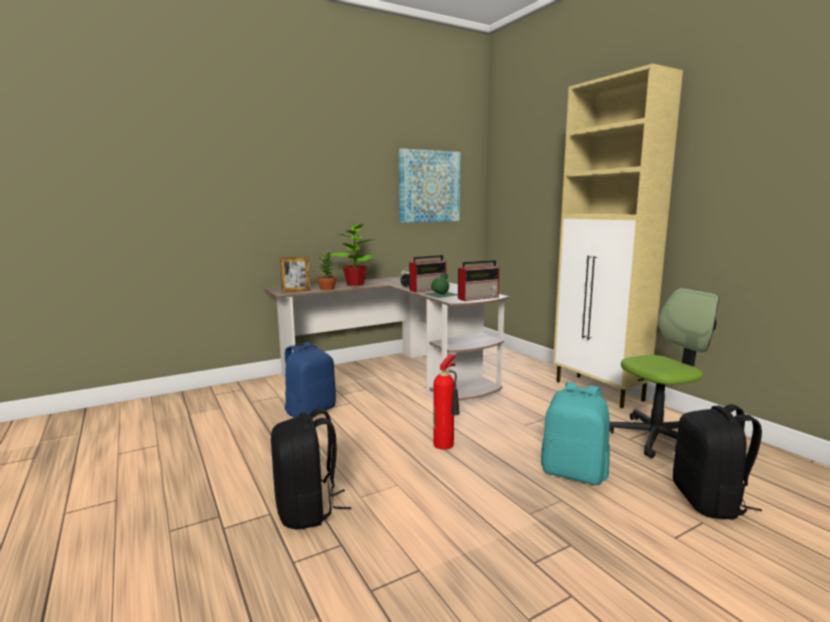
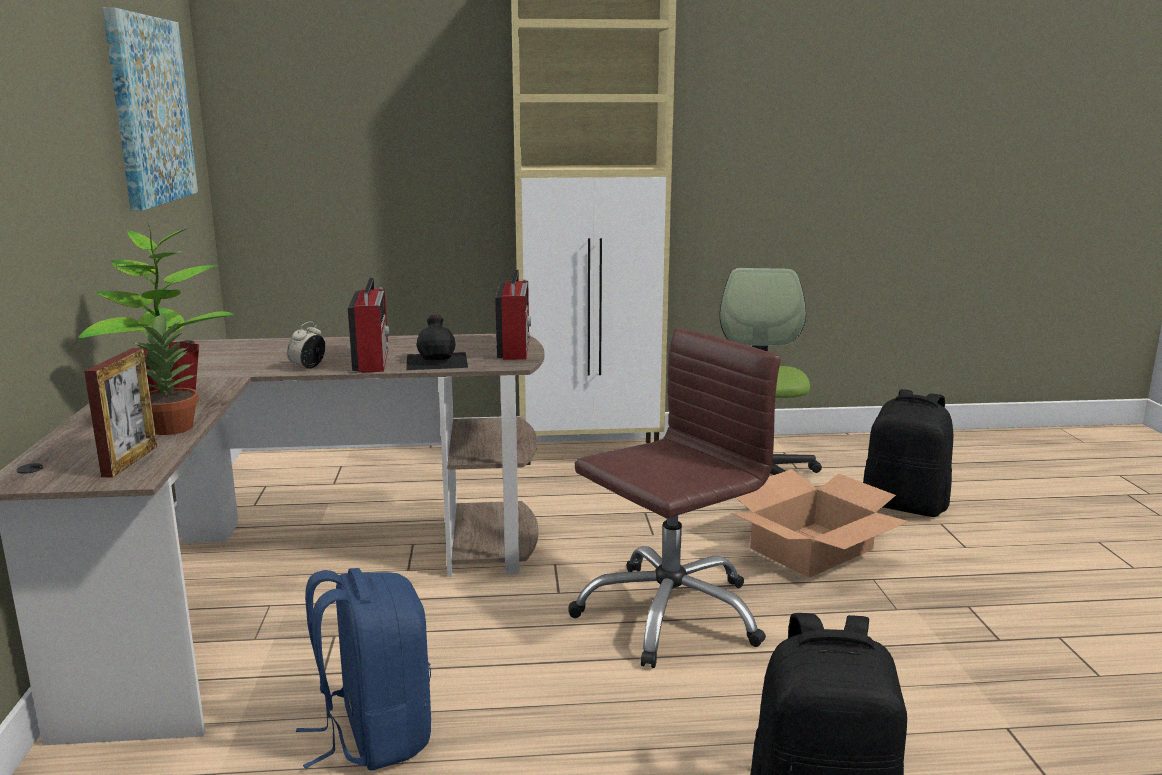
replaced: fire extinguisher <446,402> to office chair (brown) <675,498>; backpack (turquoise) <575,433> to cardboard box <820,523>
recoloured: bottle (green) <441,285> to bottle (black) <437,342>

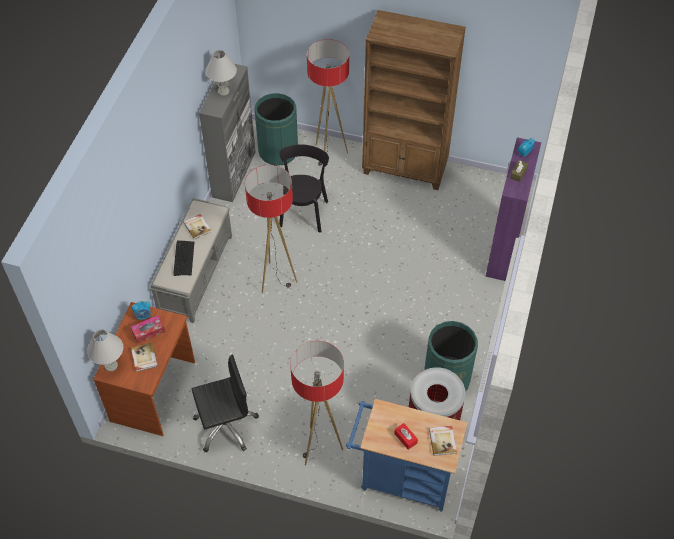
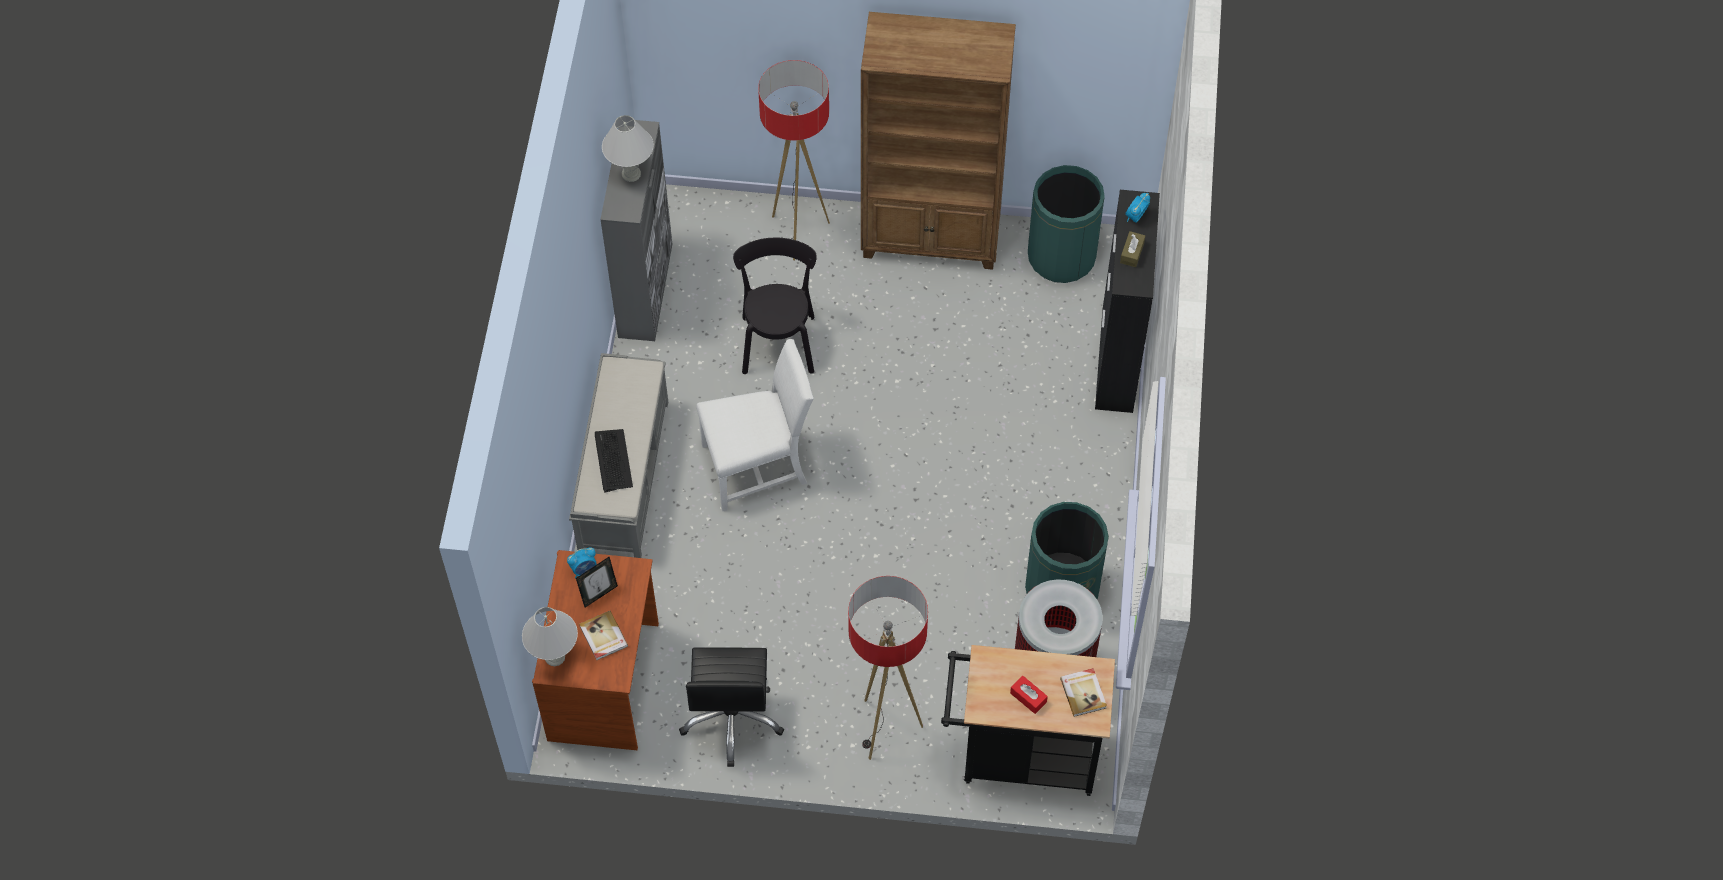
removed: book <197,227>
moved: trash can (green) <276,129> to <1066,224>
replaced: tissue box <148,329> to picture frame <597,582>; floor lamp <271,229> to chair (white) <755,425>
recoloured: cart (blue) <406,455> to cart (black) <1028,720>; cabinet (purple) <513,209> to cabinet (black) <1127,301>
turned: office chair (black) <225,404> = <731,707> 120 degrees clockwise

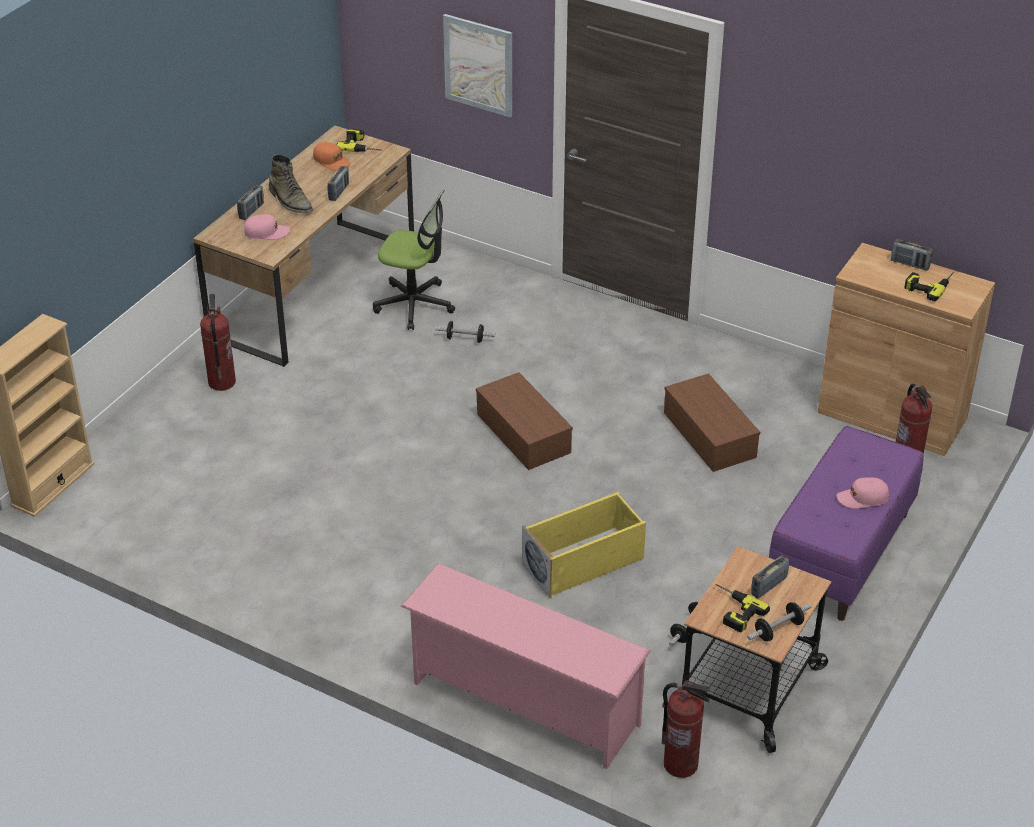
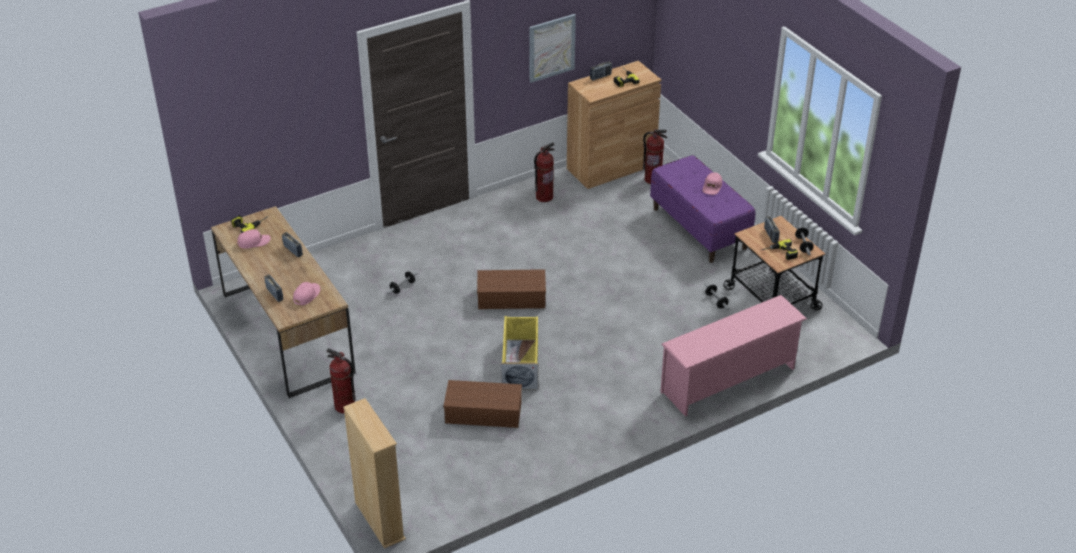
removed: boot (green) <291,183>; office chair <414,259>
moved: picture <477,66> to <552,48>; storage box (yellow) <584,545> to <519,353>; fire extinguisher <686,729> to <544,172>; storage box (brown) <712,422> to <482,404>
recoloured: cap (orange) <332,156> to cap (pink) <254,239>

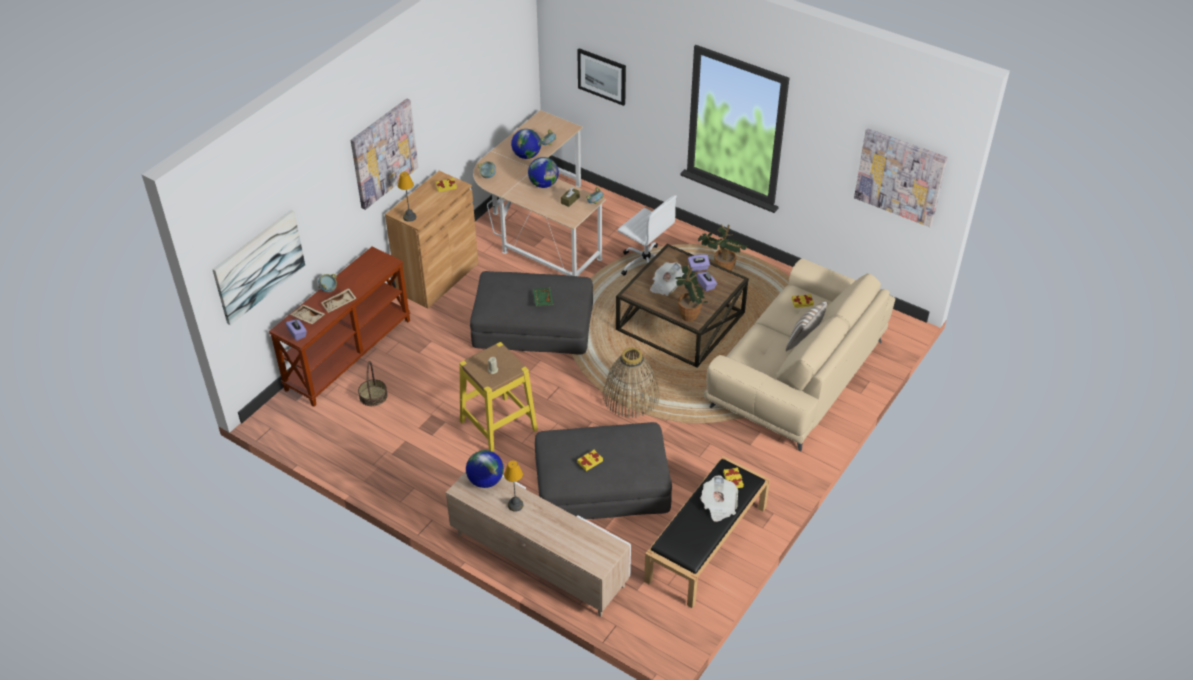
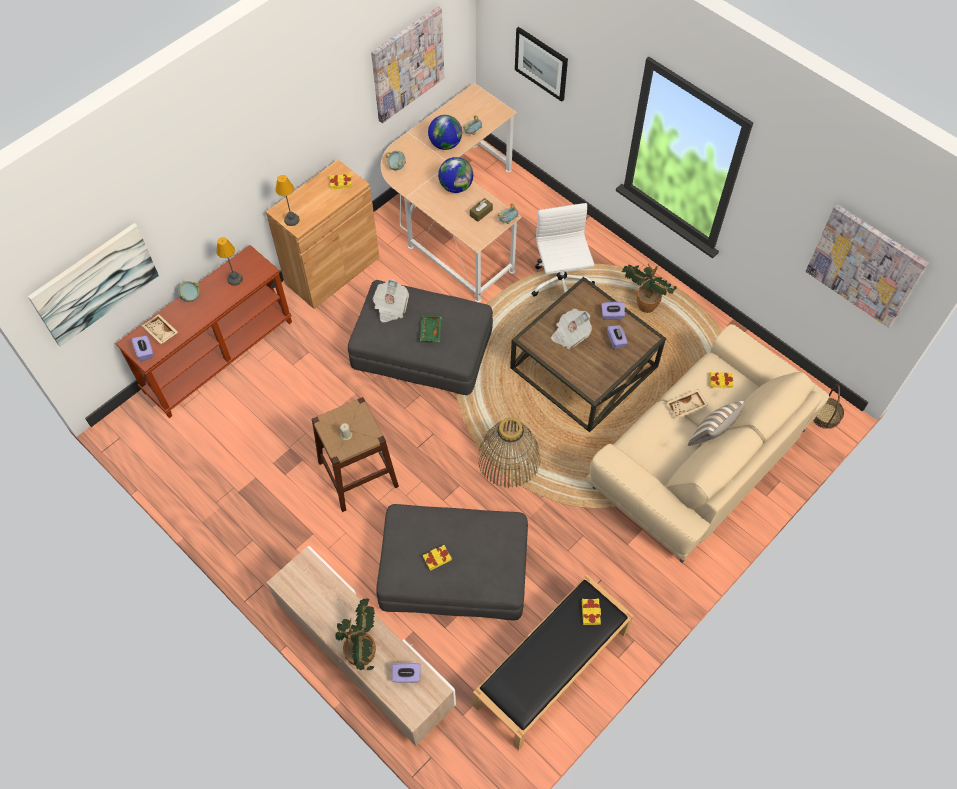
removed: globe <485,469>
added: tissue box (purple) <406,673>
moved: tray (beige) <339,300> to <687,404>; picture <384,154> to <407,64>; basket <373,383> to <828,406>; table lamp <514,486> to <229,261>; potted plant <692,292> to <356,634>; newspaper <719,498> to <391,300>
recoloured: stool (yellow) <498,397> to stool (brown) <355,454>
turned: office chair (white) <647,235> = <563,250> 150 degrees counterclockwise

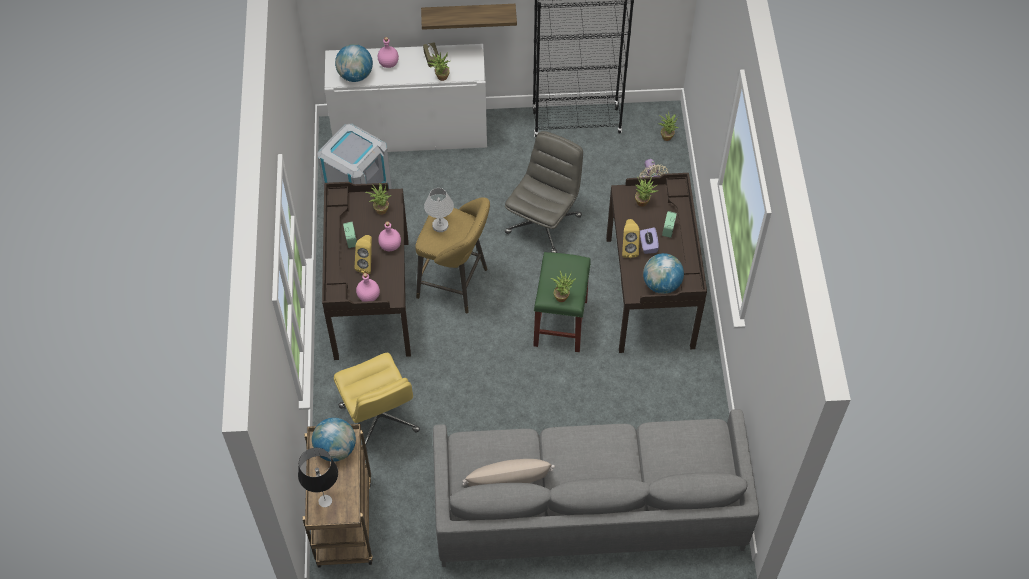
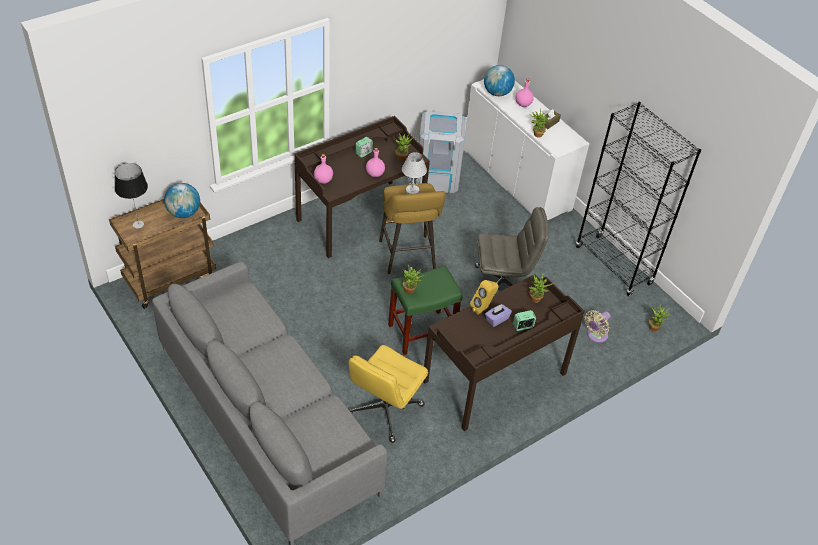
removed: speaker (yellow) <363,254>; shelf <469,17>; pillow (beige) <508,473>; globe <663,273>
moved: office chair (yellow) <377,401> to <388,394>

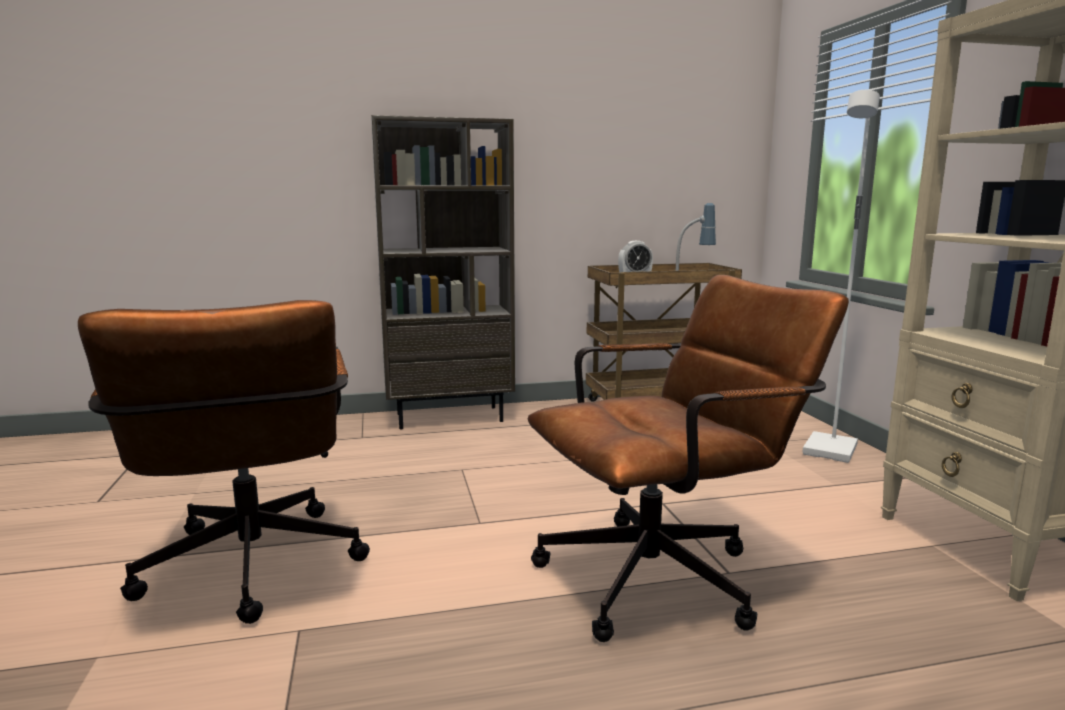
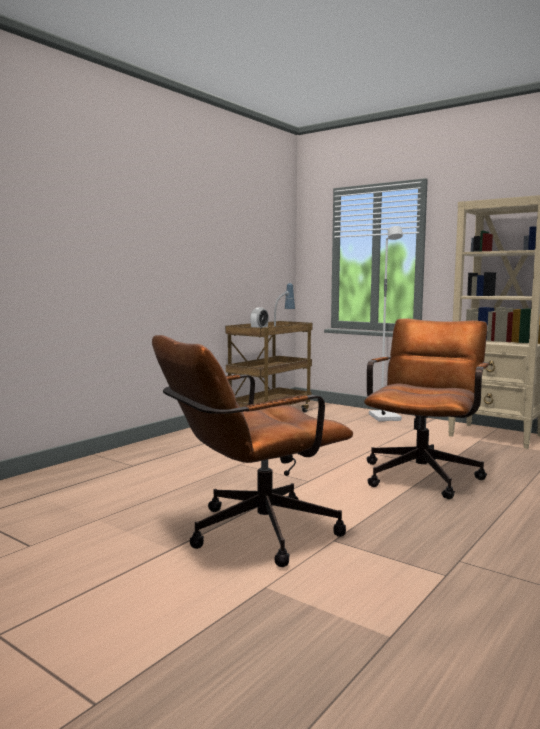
removed: bookcase (brown) <443,272>
turned: office chair (brown) <224,462> = <252,451> 120 degrees clockwise

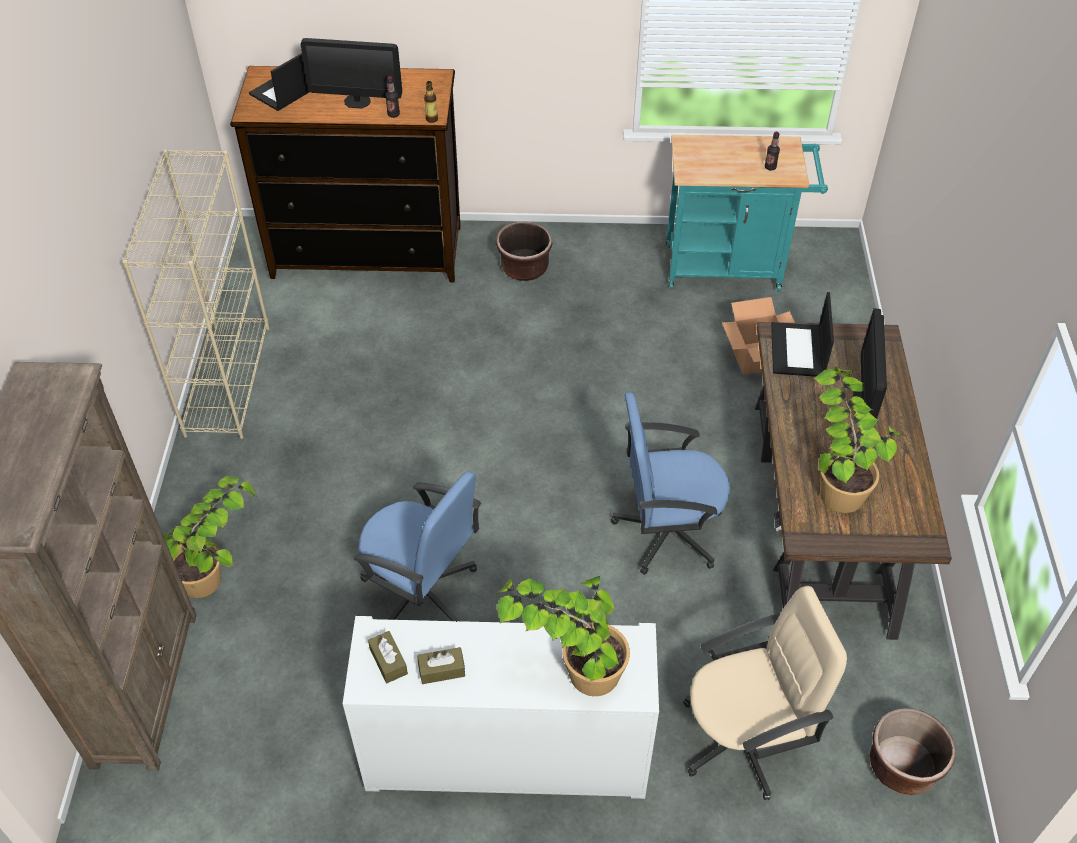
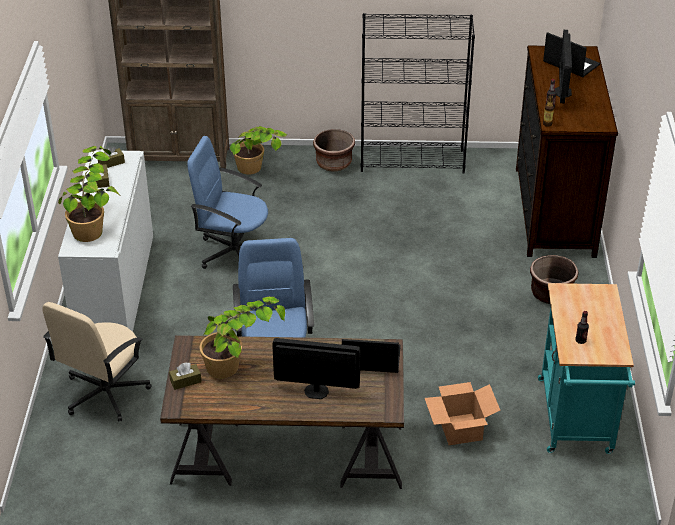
added: tissue box (brown) <185,376>
moved: planter (brown) <913,751> to <334,150>
recoloured: bookcase (beige) <195,294> to bookcase (black) <418,93>
turned: office chair (blue) <417,546> = <227,202> 75 degrees clockwise; office chair (beige) <765,693> = <96,361> 45 degrees clockwise

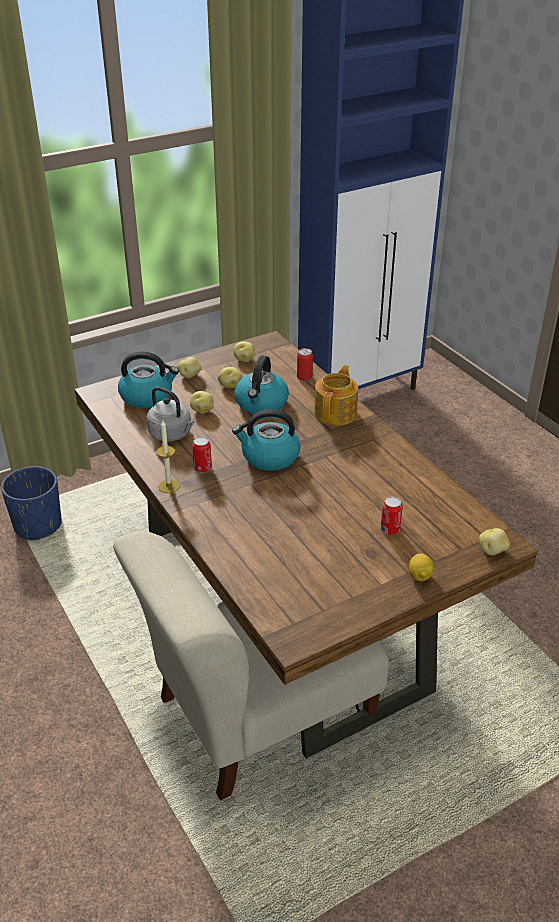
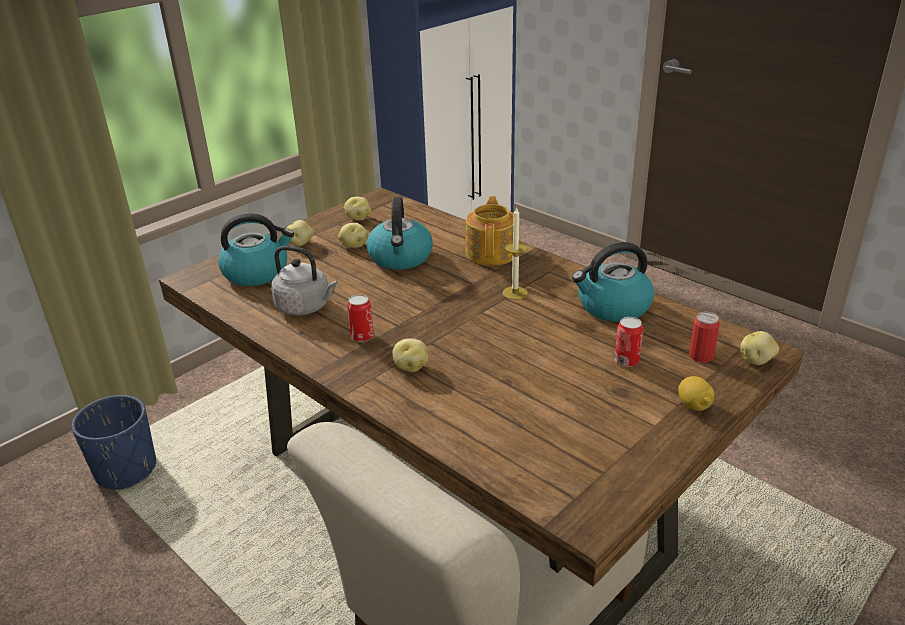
moved: candle <168,456> to <515,253>; potato <202,402> to <410,355>; kettle <266,440> to <613,282>; can <305,364> to <704,337>

